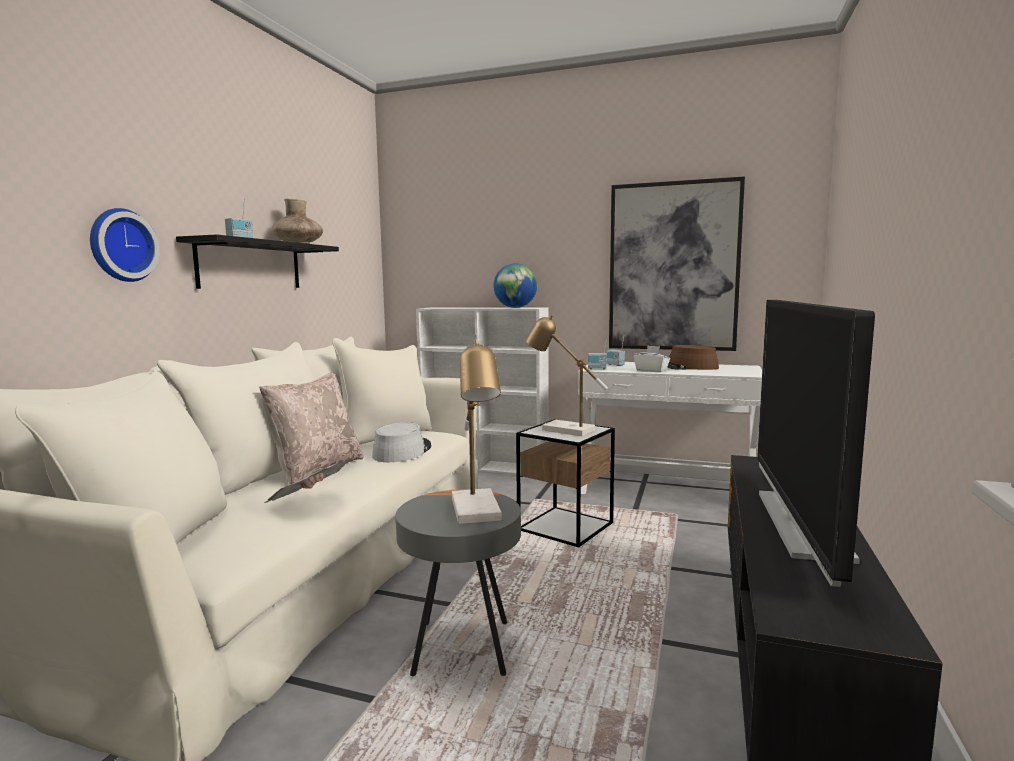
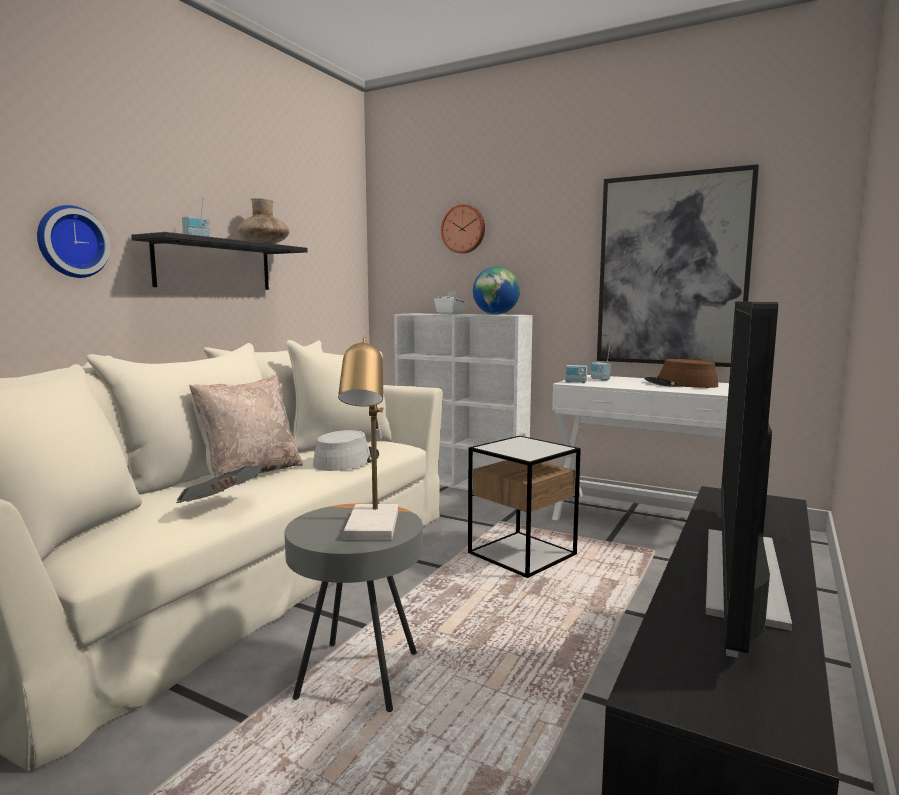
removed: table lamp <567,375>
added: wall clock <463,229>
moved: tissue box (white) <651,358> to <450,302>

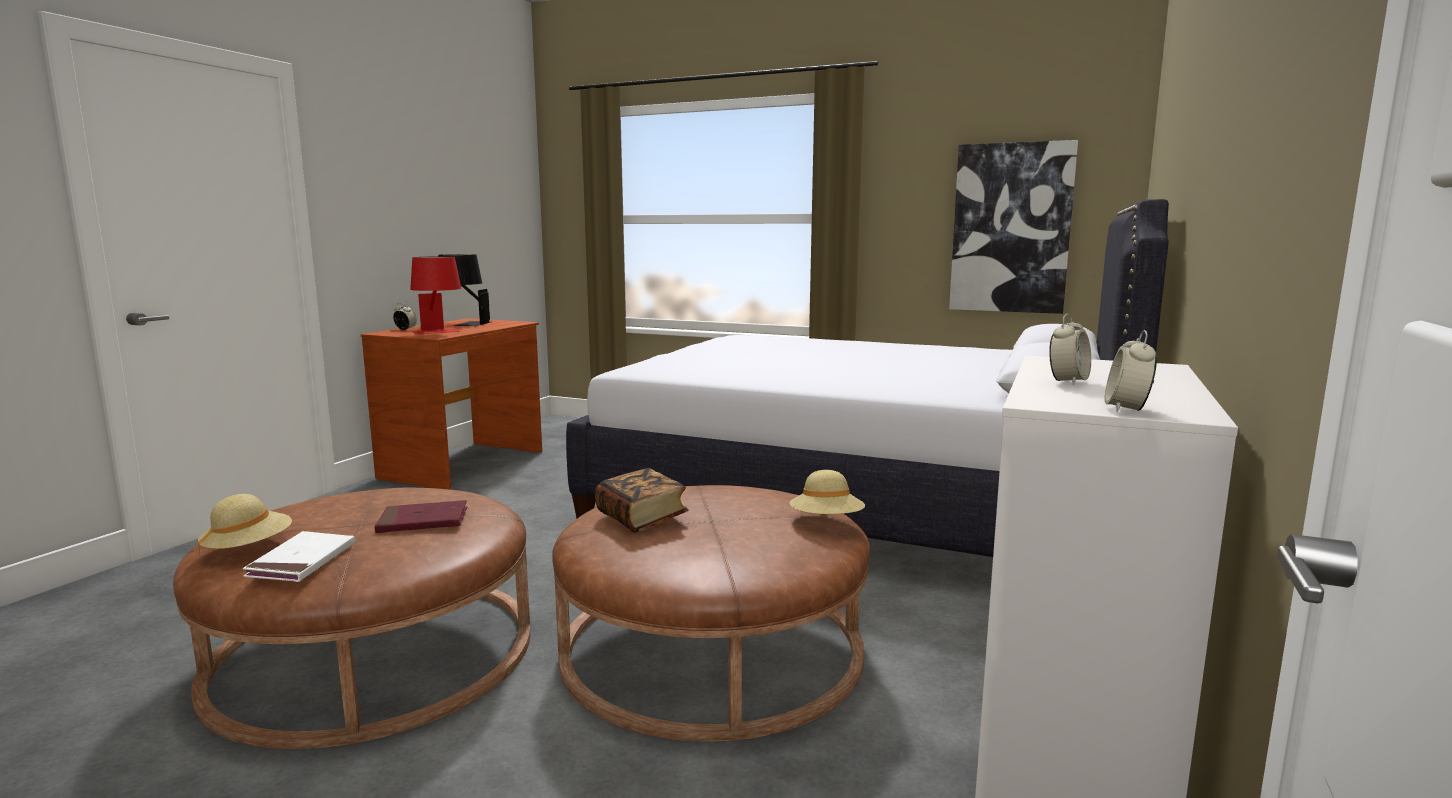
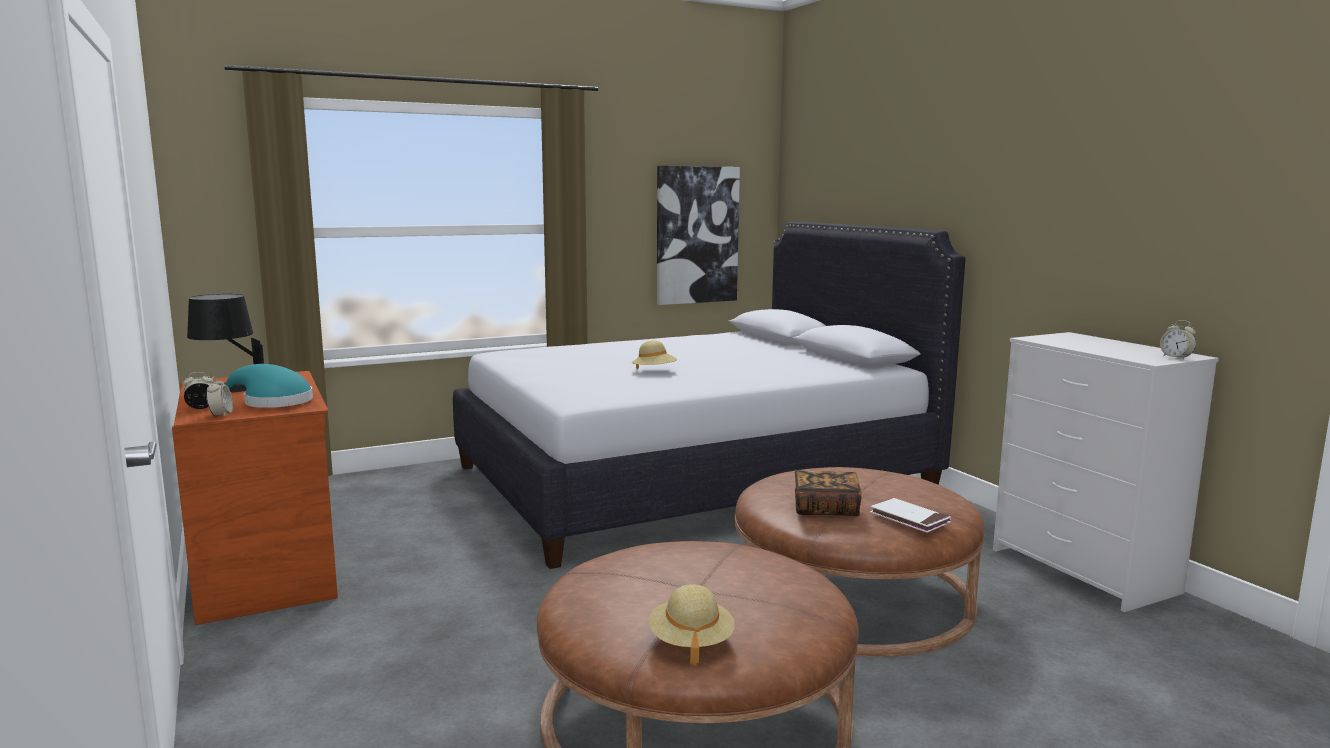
removed: book (red) <421,516>
moved: book (white) <299,556> to <910,515>; hat (beige) <827,492> to <654,355>; alarm clock <1070,349> to <219,397>
replaced: table lamp (red) <435,295> to hat (turquoise) <269,386>

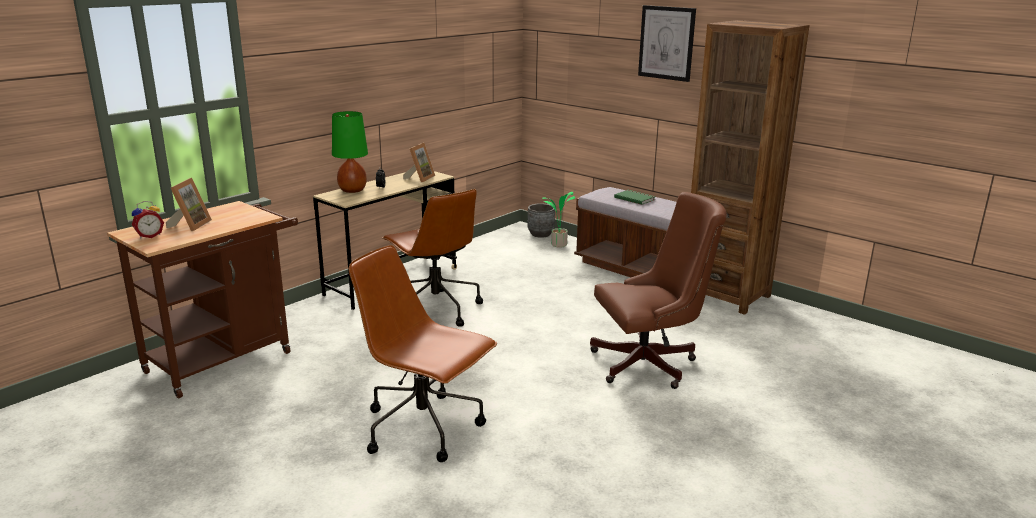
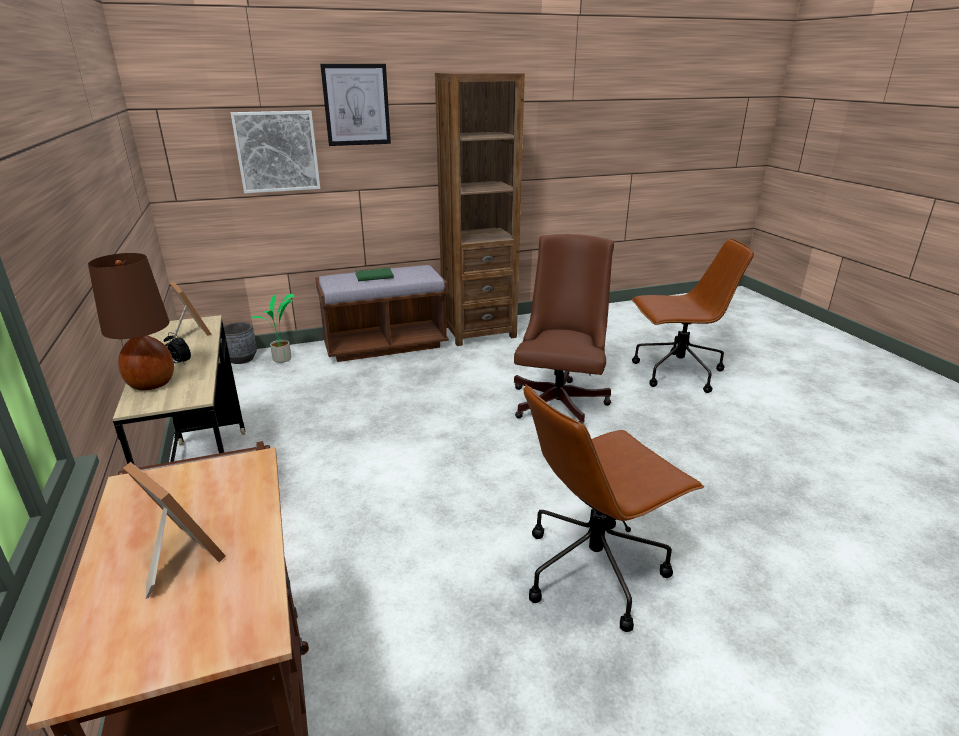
removed: alarm clock <148,220>
added: picture <275,152>
moved: office chair (brown) <432,258> to <693,316>
recoloured: table lamp (green) <350,152> to table lamp (brown) <131,322>

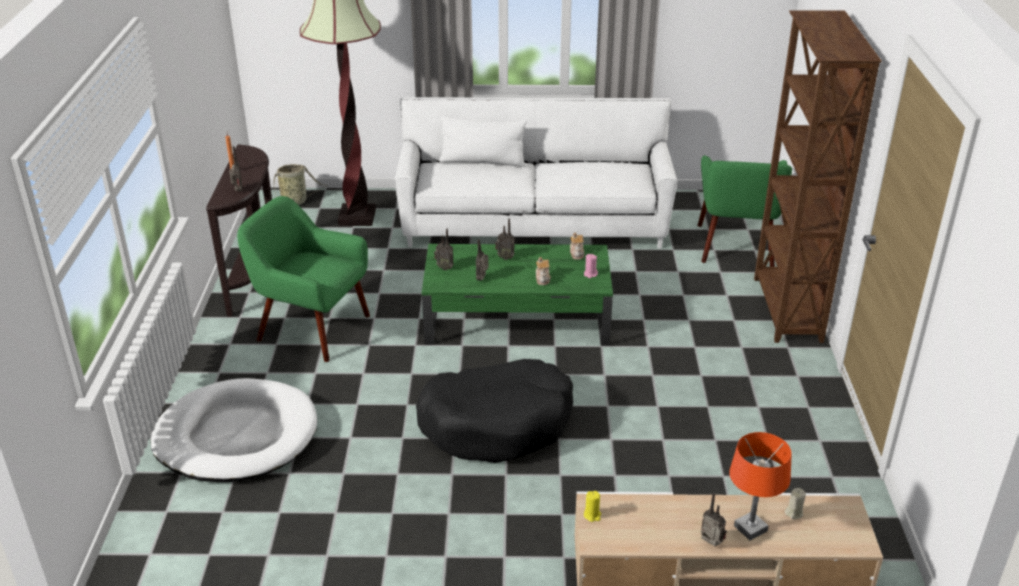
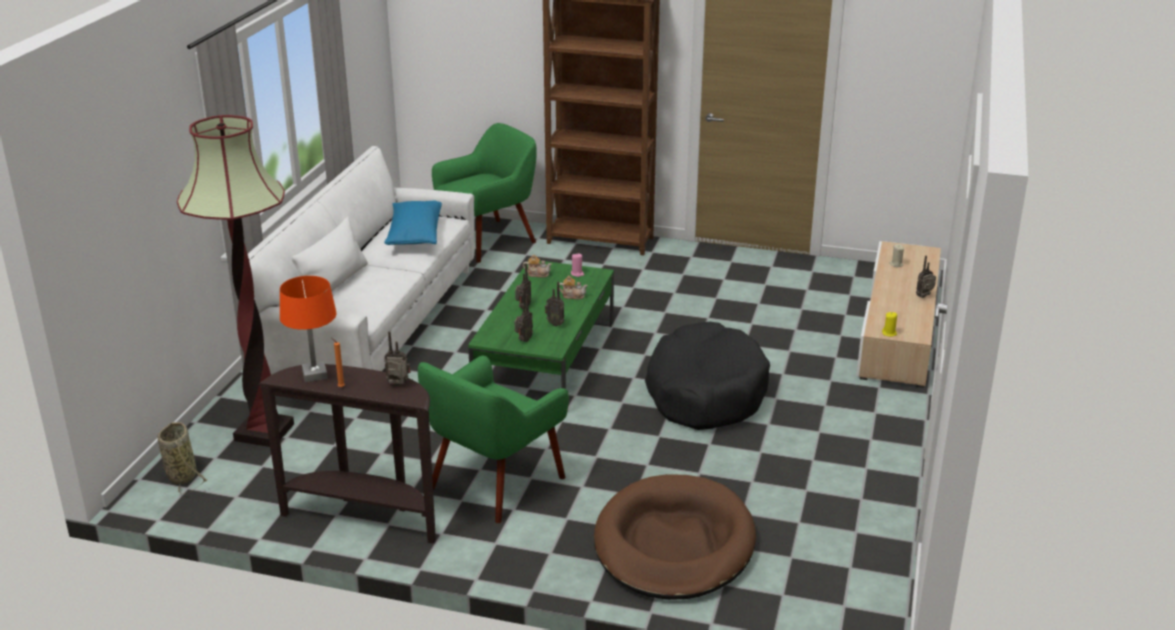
added: pillow (blue) <413,222>
moved: table lamp (orange) <760,486> to <308,329>
recoloured: dog bed (white) <233,430> to dog bed (brown) <675,537>
turned: armchair (green) <744,211> = <484,193> 60 degrees counterclockwise

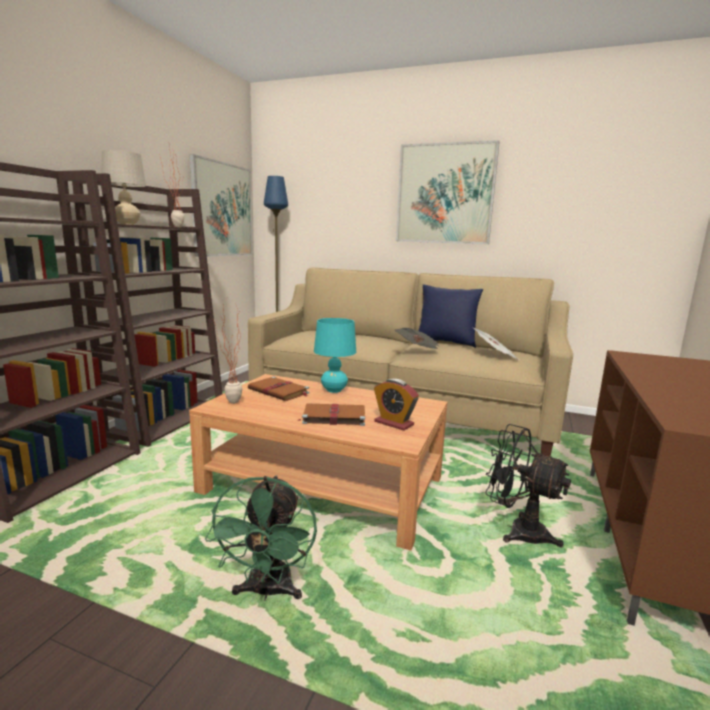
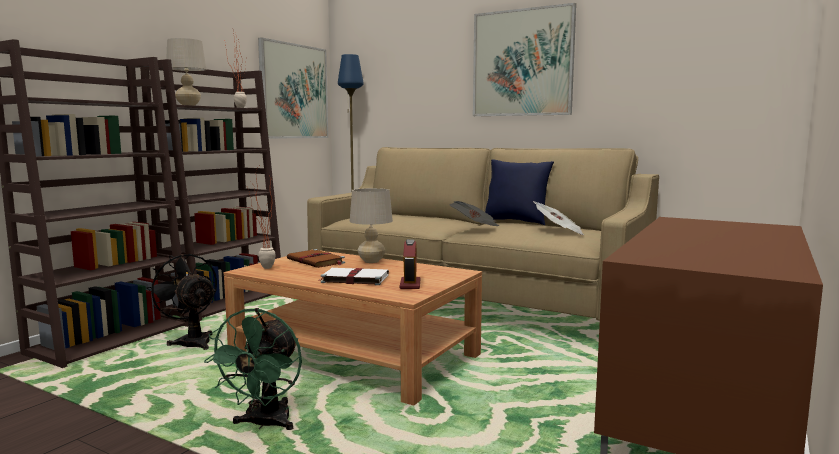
moved: fan (black) <528,486> to <182,302>
recoloured: book (brown) <331,414> to book (white) <353,276>; table lamp (turquoise) <335,355> to table lamp (beige) <371,225>
turned: alarm clock <396,405> = <410,264> 135 degrees counterclockwise

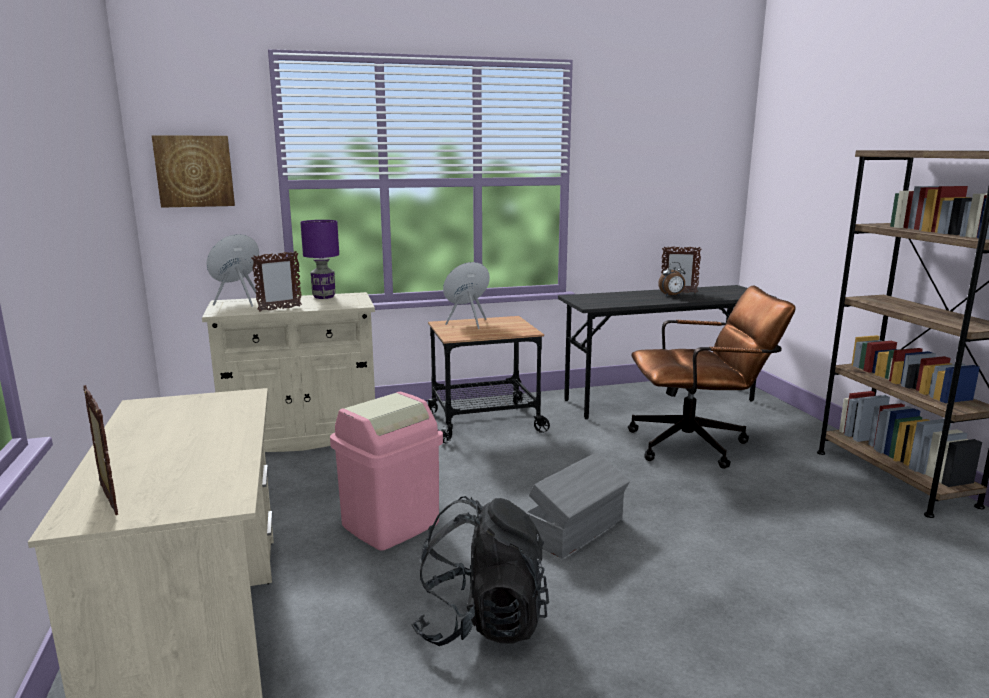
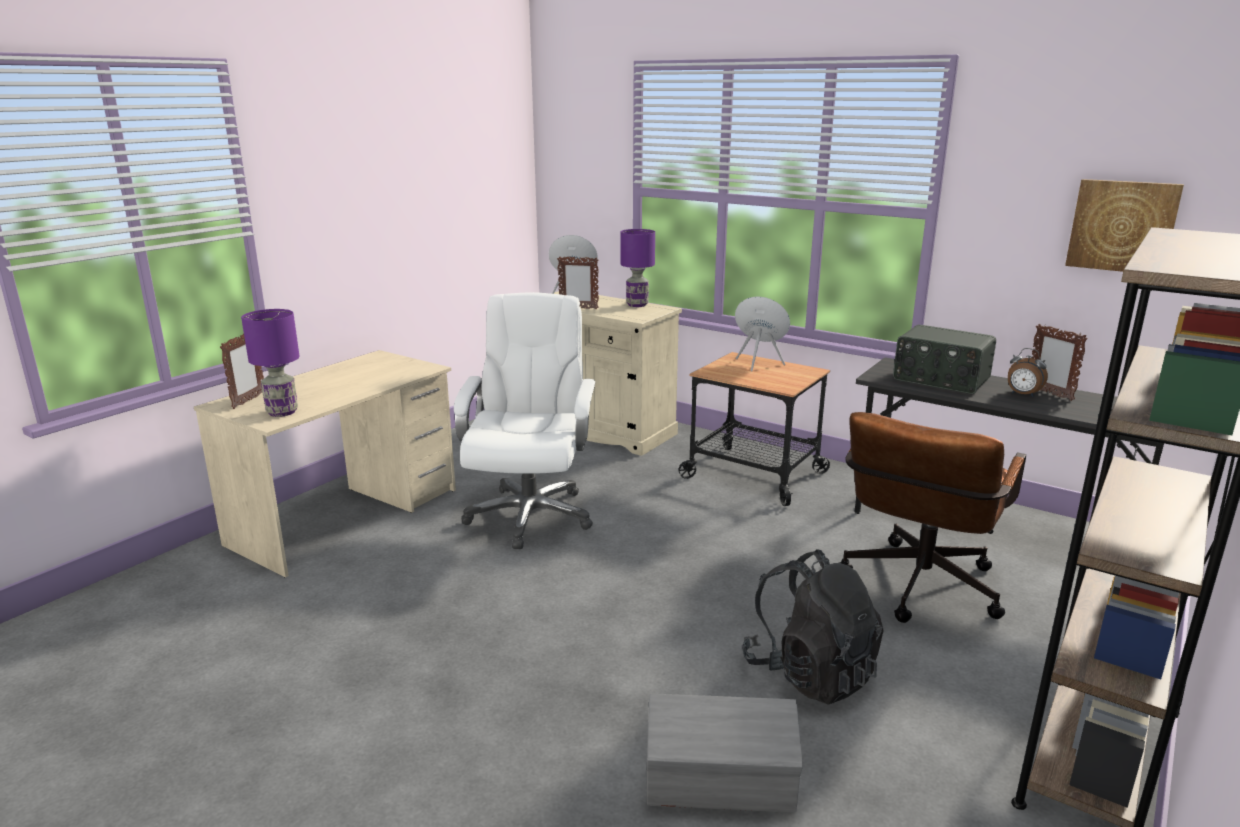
added: table lamp (purple) <270,363>; radio <944,359>
moved: picture <193,172> to <1124,225>; backpack (black) <480,571> to <813,627>; storage box (grey) <578,505> to <725,753>
replaced: trash can (pink) <386,471> to office chair (white) <525,420>
turned: office chair (brown) <712,377> = <932,517> 75 degrees clockwise

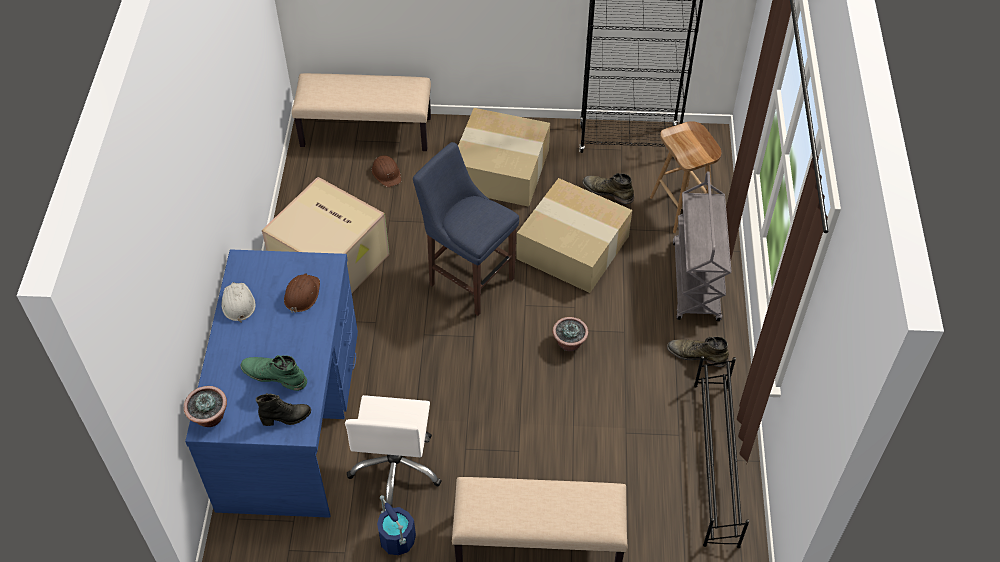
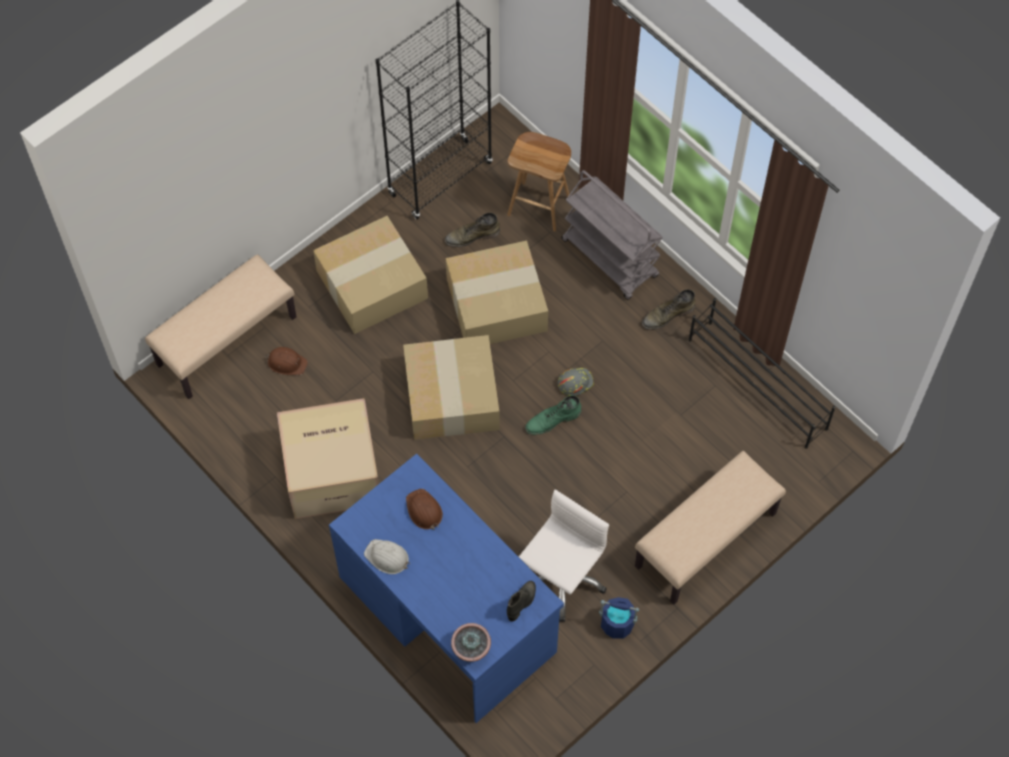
moved: boot (green) <274,373> to <553,415>
replaced: stool (blue) <466,229> to cardboard box <451,387>; potted plant <570,334> to hard hat (grey) <576,382>
turned: office chair (white) <393,451> = <564,556> 105 degrees counterclockwise

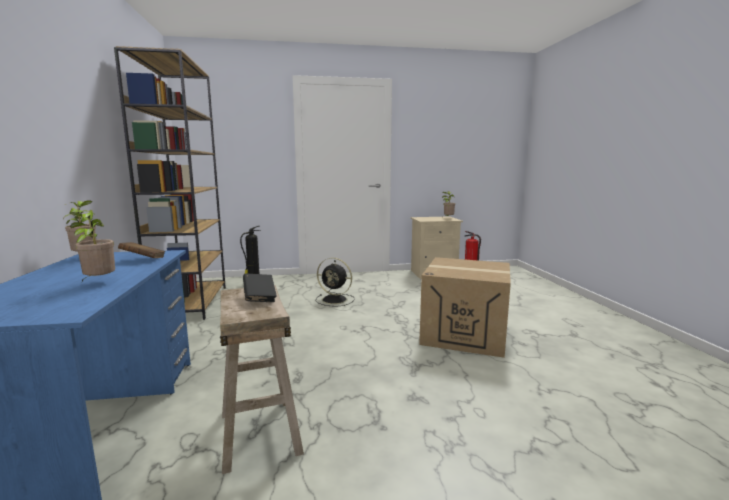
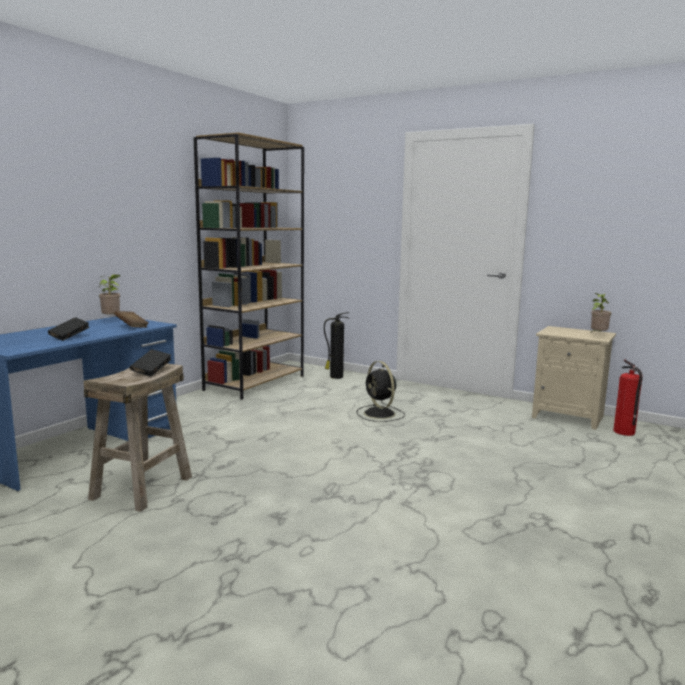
removed: cardboard box <465,307>
replaced: potted plant <92,245> to book (black) <69,329>

